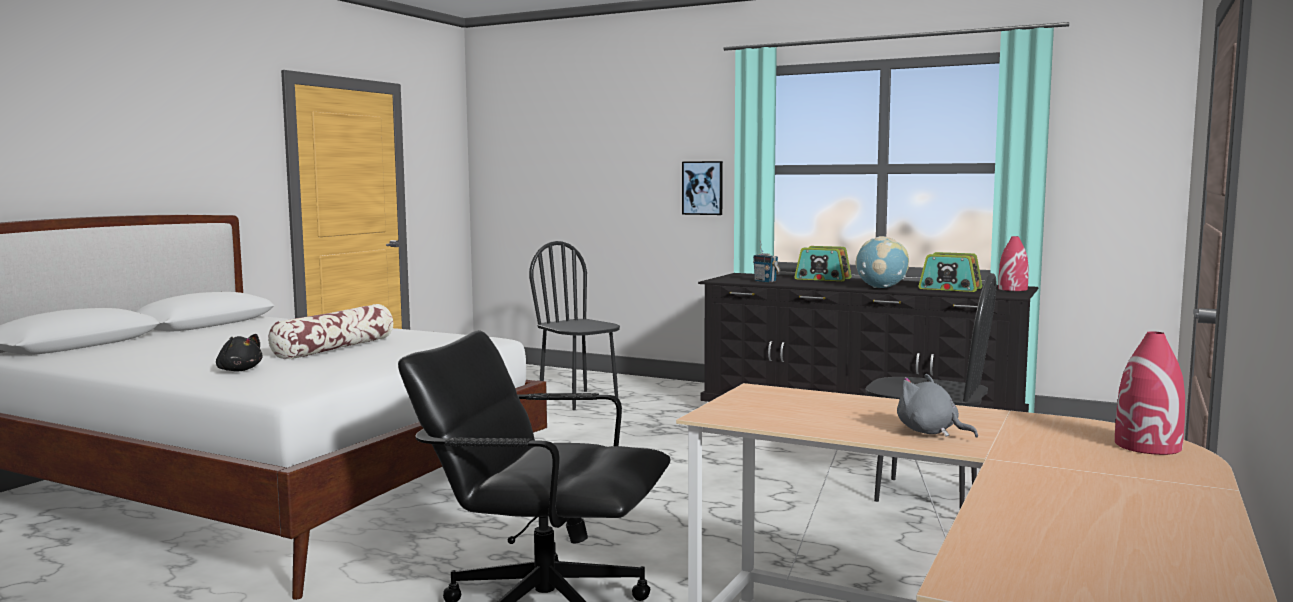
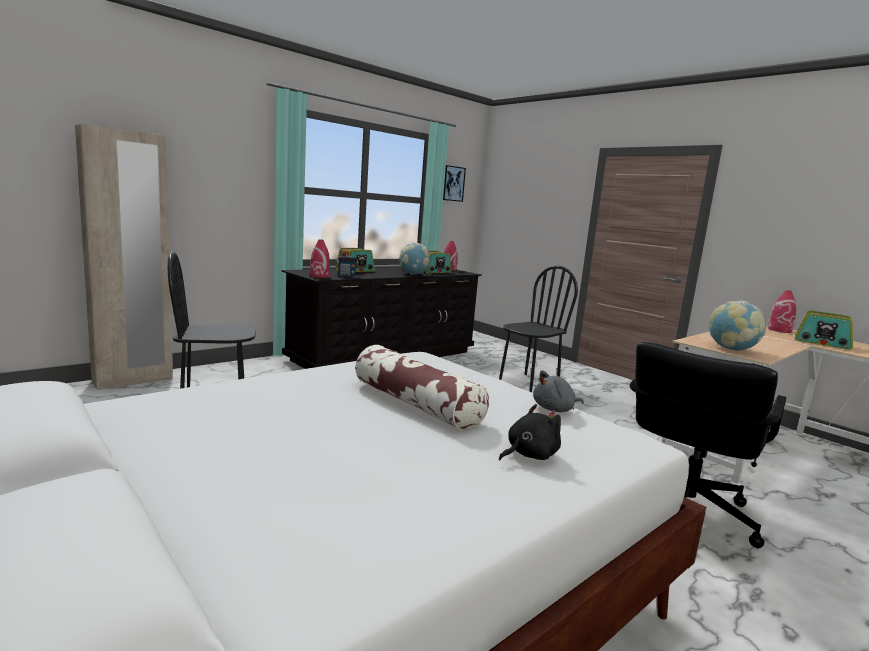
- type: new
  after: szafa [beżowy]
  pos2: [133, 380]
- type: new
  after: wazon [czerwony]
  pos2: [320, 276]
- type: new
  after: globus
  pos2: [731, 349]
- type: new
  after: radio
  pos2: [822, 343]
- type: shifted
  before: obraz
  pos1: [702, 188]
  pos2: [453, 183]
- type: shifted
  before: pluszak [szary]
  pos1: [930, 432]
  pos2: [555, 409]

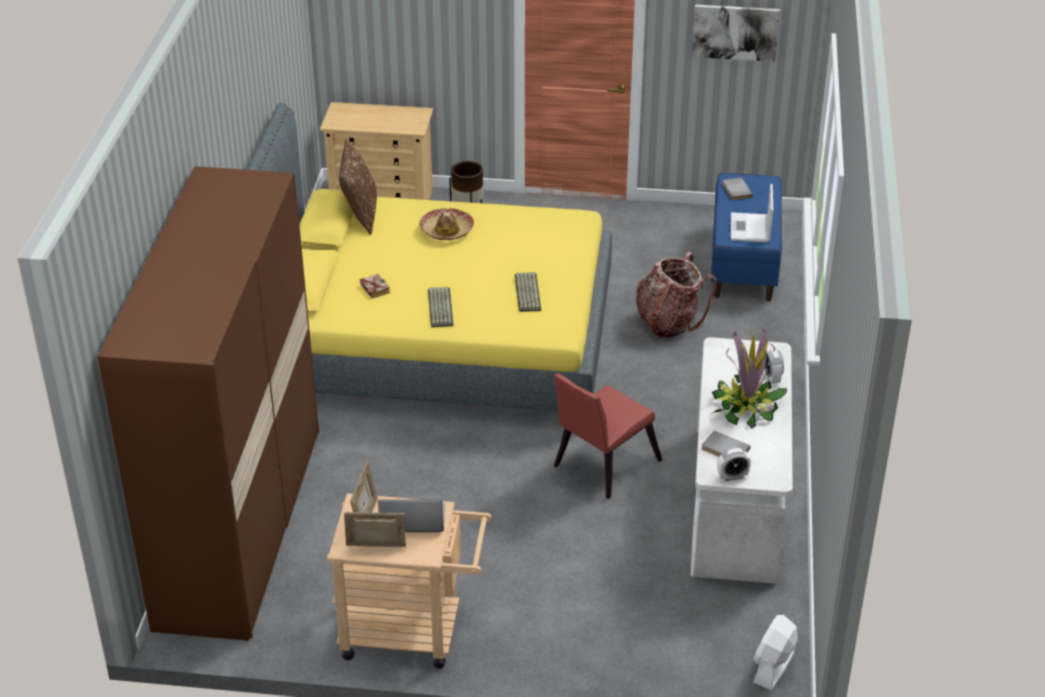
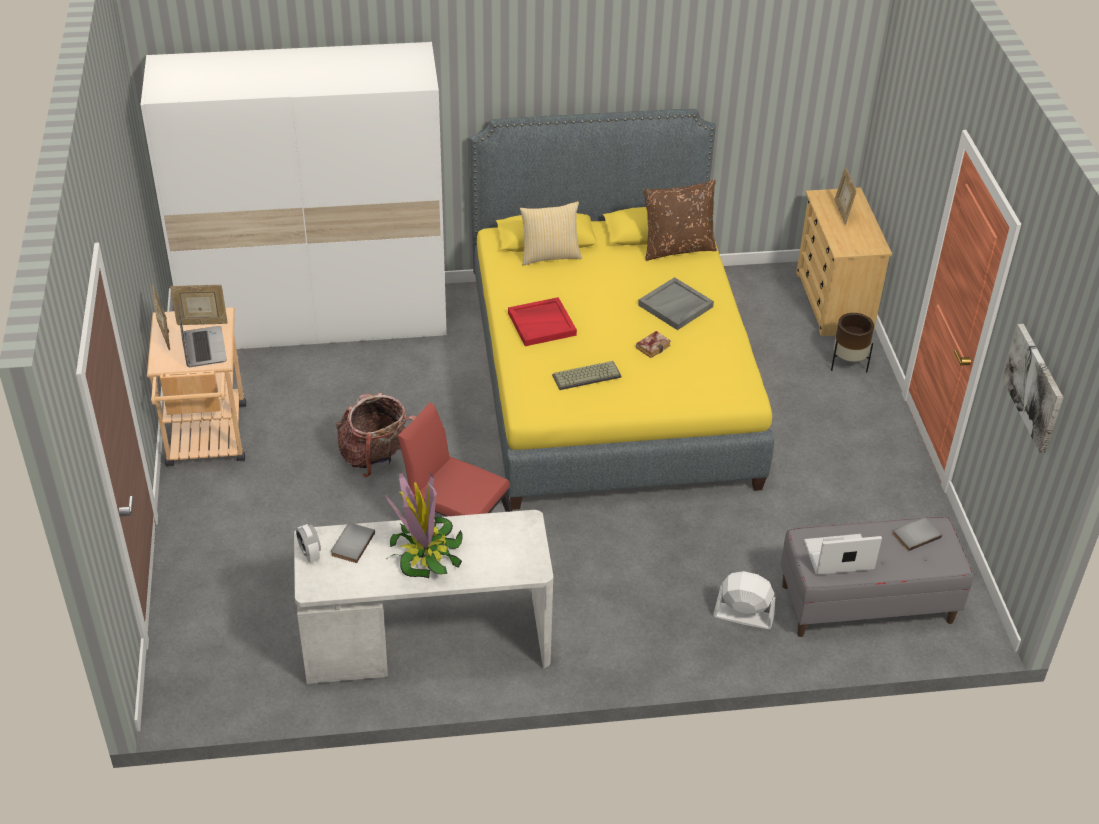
- type: gone
  before: budzik
  pos1: [772, 377]
- type: new
  after: poduszka
  pos2: [550, 255]
- type: new
  after: ramka na zdjęcie
  pos2: [842, 212]
- type: shifted
  before: książka
  pos1: [373, 288]
  pos2: [653, 346]
- type: shifted
  before: plecak
  pos1: [669, 322]
  pos2: [377, 458]
- type: shifted
  before: wentylator [biały]
  pos1: [773, 666]
  pos2: [743, 615]
- type: swapped
  before: kapelusz
  after: taca [szary]
  pos1: [446, 230]
  pos2: [675, 306]
- type: swapped
  before: klawiatura
  after: taca [czerwony]
  pos1: [439, 307]
  pos2: [542, 323]
- type: repainted
  before: szafa [brązowy]
  after: szafa [biały]
  pos1: [240, 526]
  pos2: [317, 319]
- type: repainted
  before: ławka [niebieski]
  after: ławka [szary]
  pos1: [744, 262]
  pos2: [866, 604]

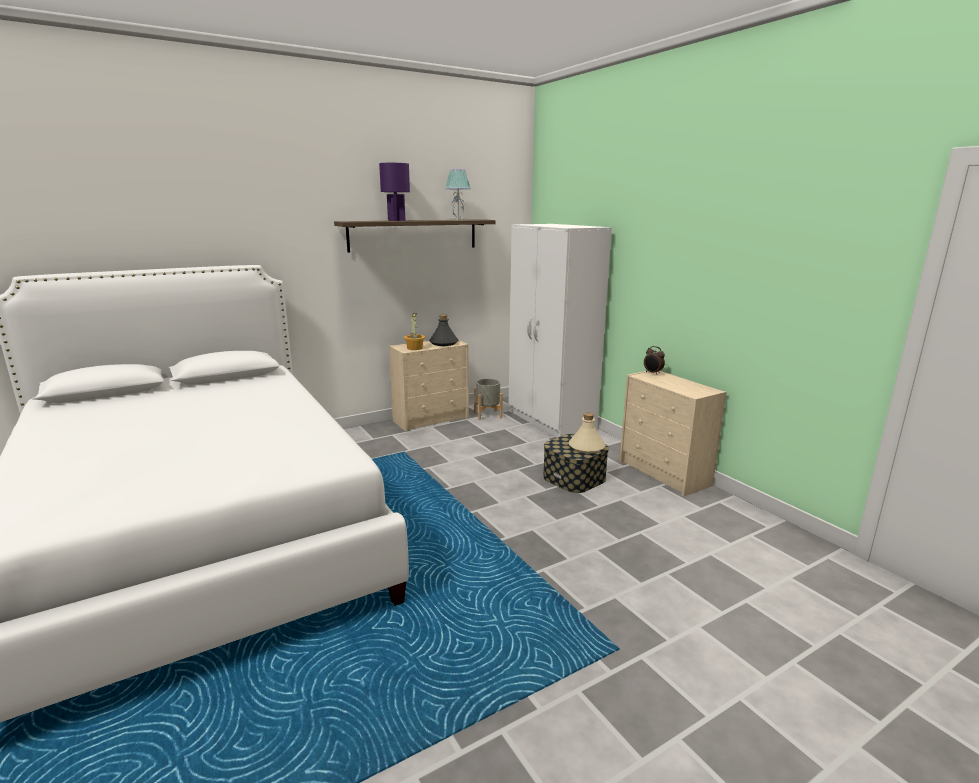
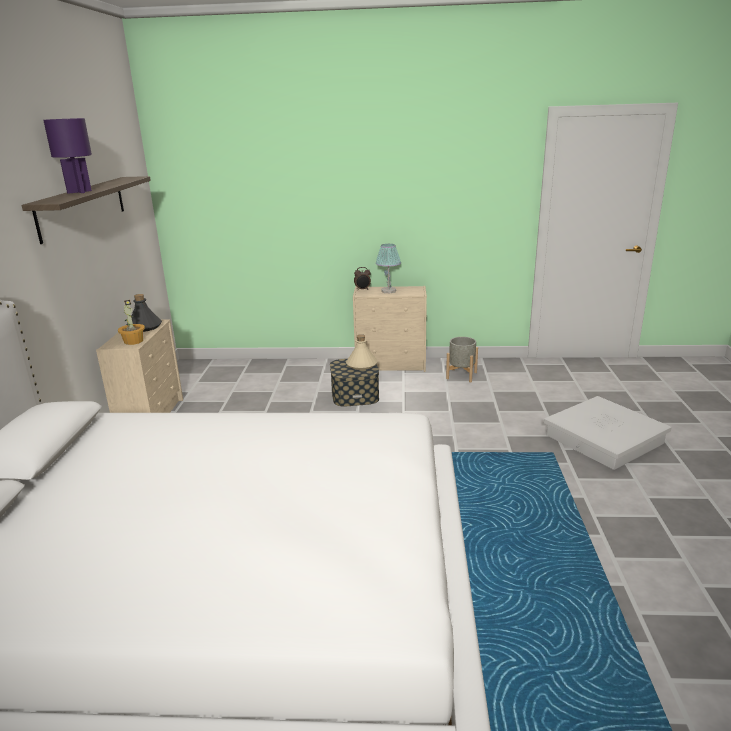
- type: gone
  before: szafa [biały]
  pos1: [551, 421]
- type: new
  after: pojemnik do przechowywania [biały]
  pos2: [604, 439]
- type: shifted
  before: lampa stołowa
  pos1: [458, 220]
  pos2: [389, 291]
- type: shifted
  before: donica [szary]
  pos1: [487, 415]
  pos2: [461, 375]

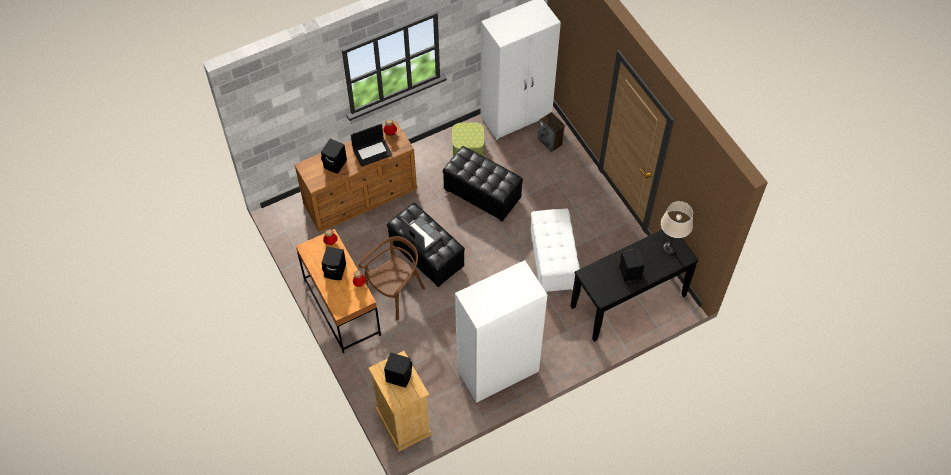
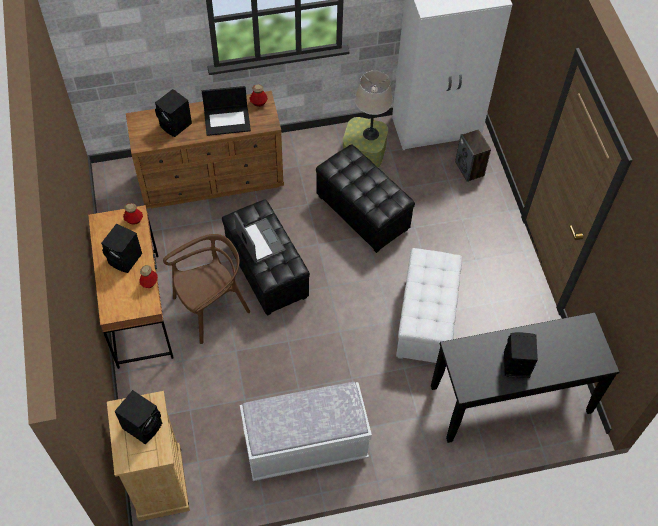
- type: shifted
  before: lampa stołowa [beżowy]
  pos1: [670, 247]
  pos2: [371, 134]
- type: swapped
  before: szafa [biały]
  after: ławka [biały]
  pos1: [497, 370]
  pos2: [305, 446]

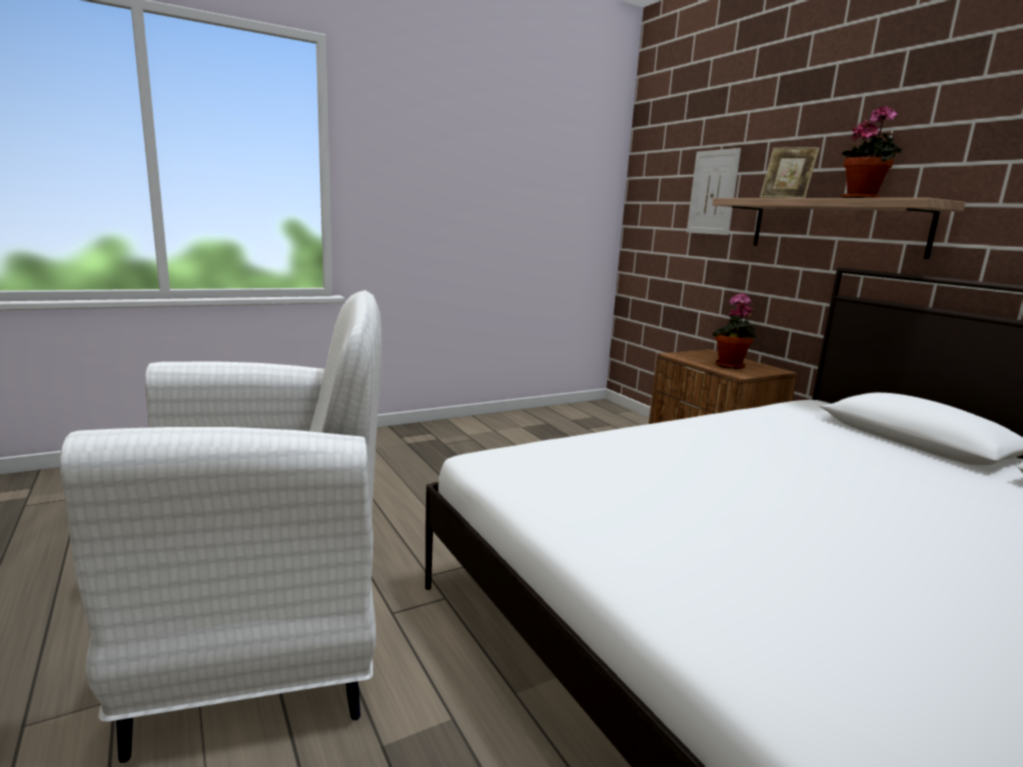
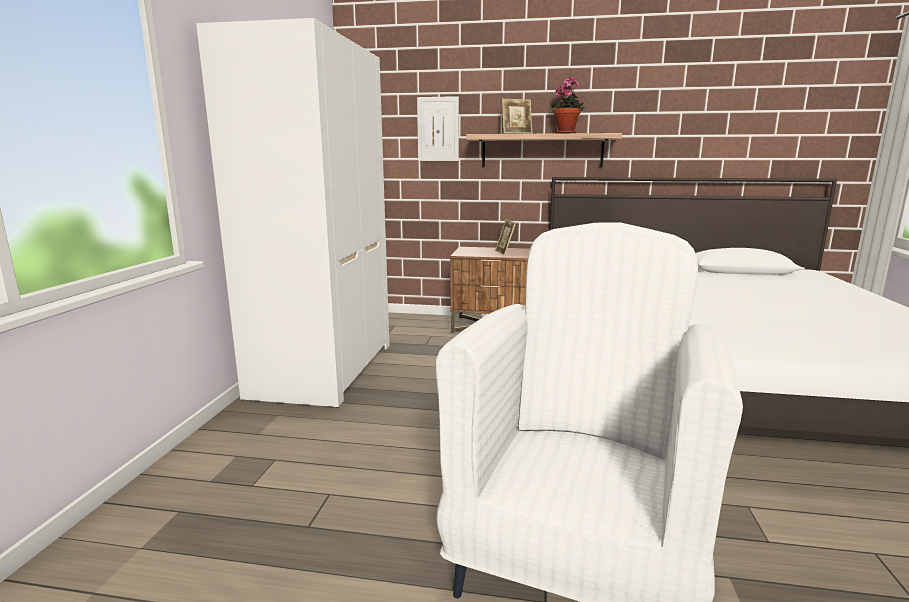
- type: new
  after: szafa [biały]
  pos2: [323, 369]
- type: swapped
  before: roślina doniczkowa
  after: ramka na zdjęcie
  pos1: [730, 366]
  pos2: [504, 253]

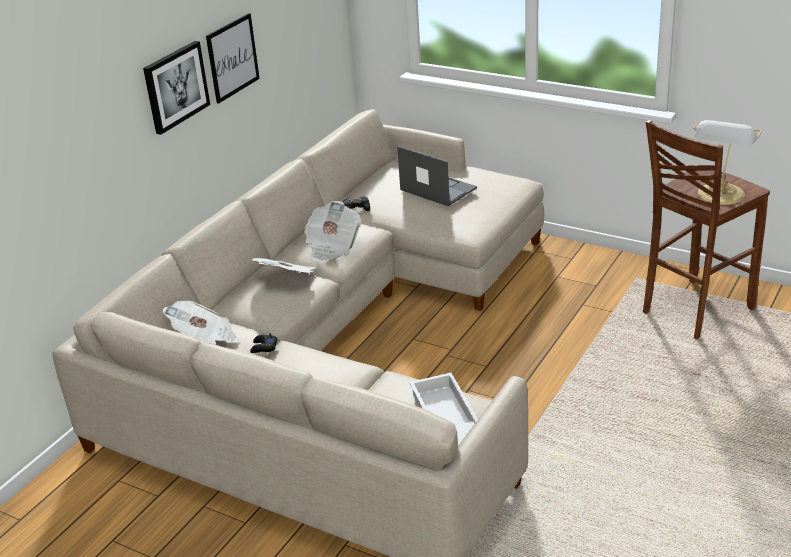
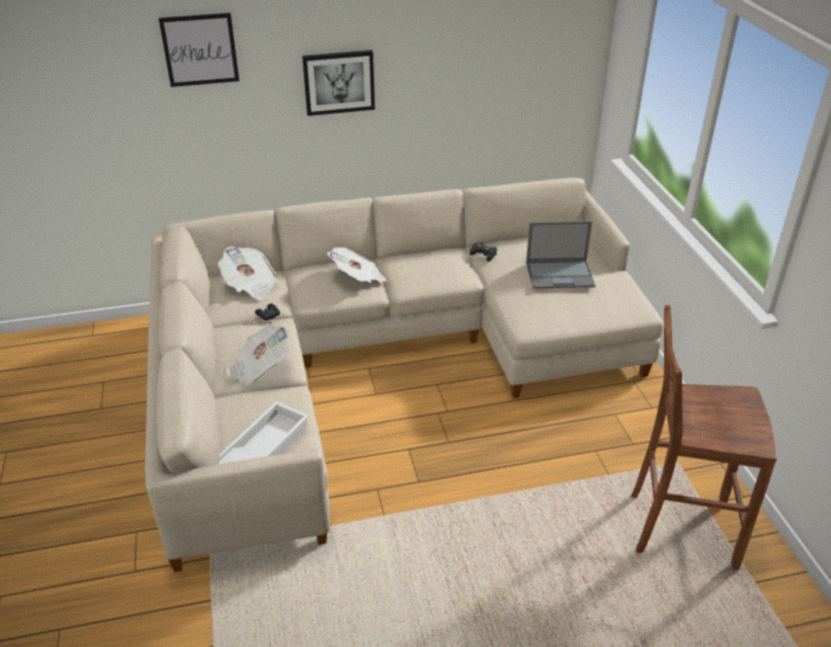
- type: gone
  before: lampa stołowa
  pos1: [720, 195]
- type: shifted
  before: obraz
  pos1: [232, 57]
  pos2: [200, 50]
- type: shifted
  before: gazeta
  pos1: [332, 246]
  pos2: [259, 368]
- type: rotated
  before: laptop
  pos1: [437, 189]
  pos2: [560, 274]
  turn: 90

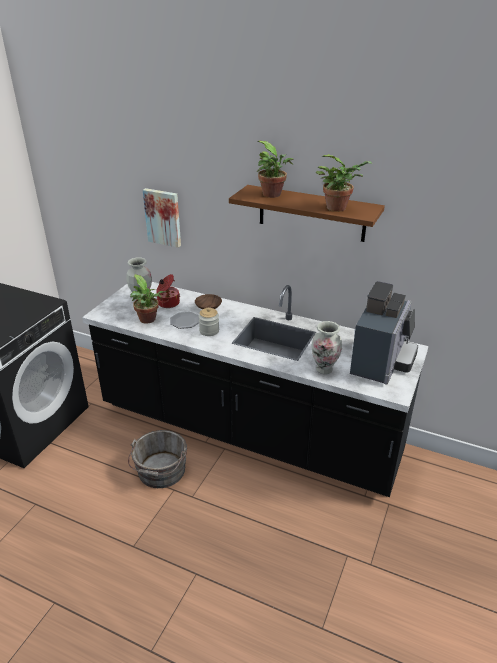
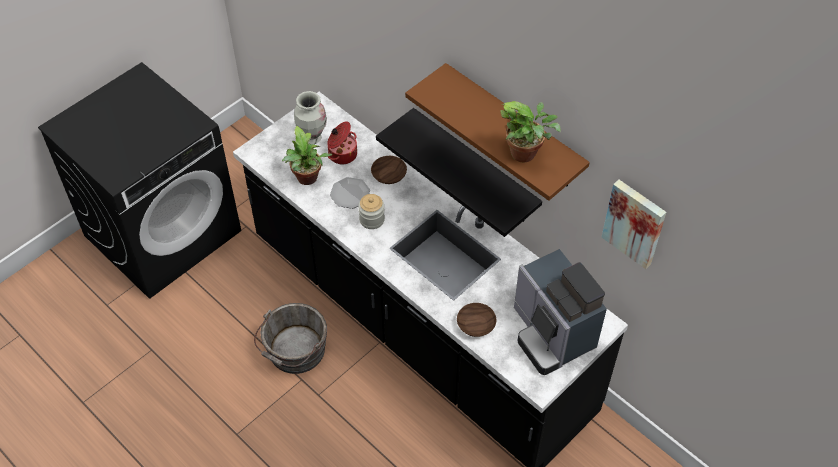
- type: gone
  before: roślina doniczkowa
  pos1: [273, 195]
- type: new
  after: półka [czarny]
  pos2: [474, 168]
- type: shifted
  before: obraz
  pos1: [163, 217]
  pos2: [635, 222]
- type: swapped
  before: wazon
  after: miska [brązowy]
  pos1: [324, 370]
  pos2: [477, 324]
- type: rotated
  before: ekspres do kawy
  pos1: [381, 362]
  pos2: [551, 334]
  turn: 105

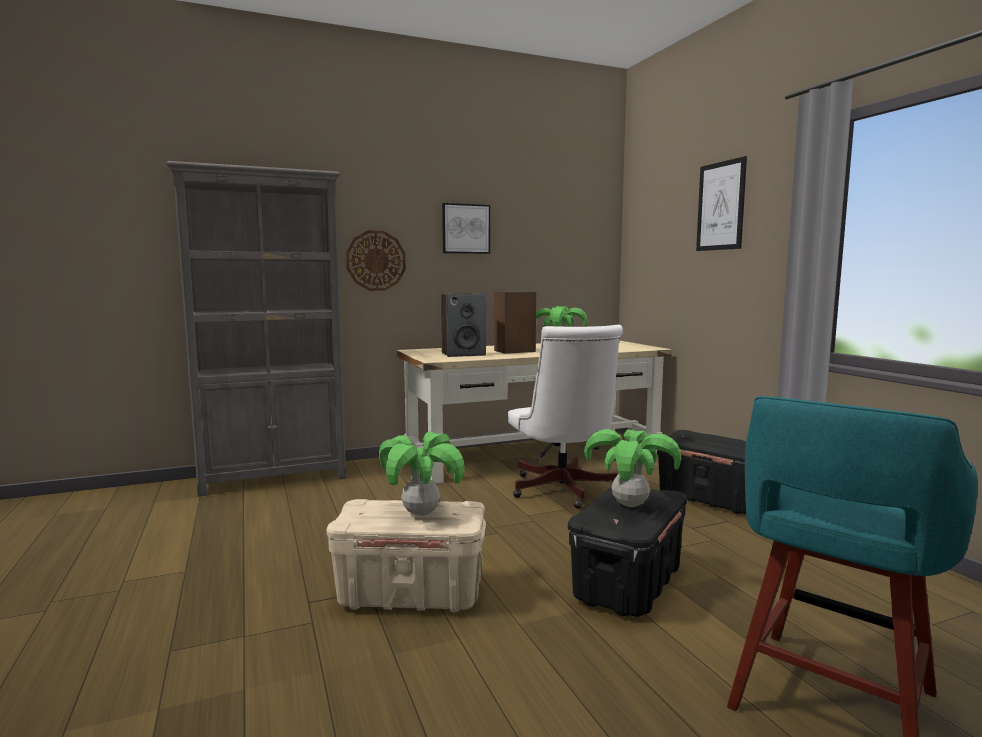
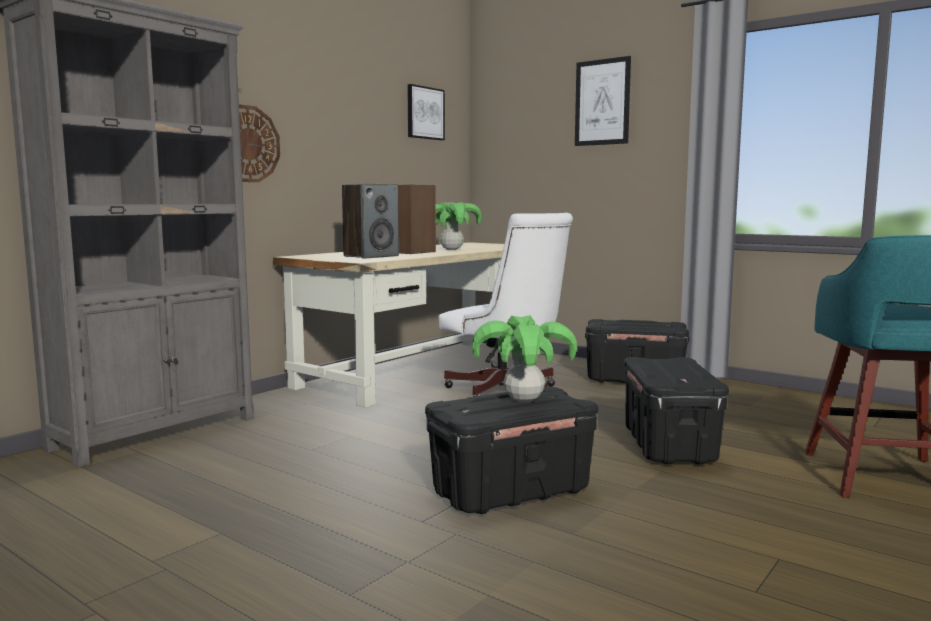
- type: gone
  before: roślina doniczkowa
  pos1: [630, 504]
- type: shifted
  before: obraz
  pos1: [465, 229]
  pos2: [424, 113]
- type: repainted
  before: pojemnik do przechowywania [beżowy]
  after: pojemnik do przechowywania [czarny]
  pos1: [411, 594]
  pos2: [511, 492]

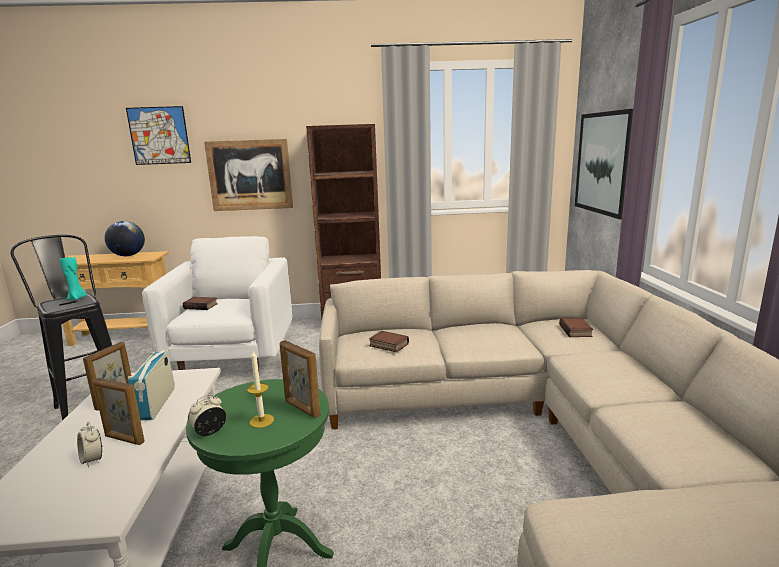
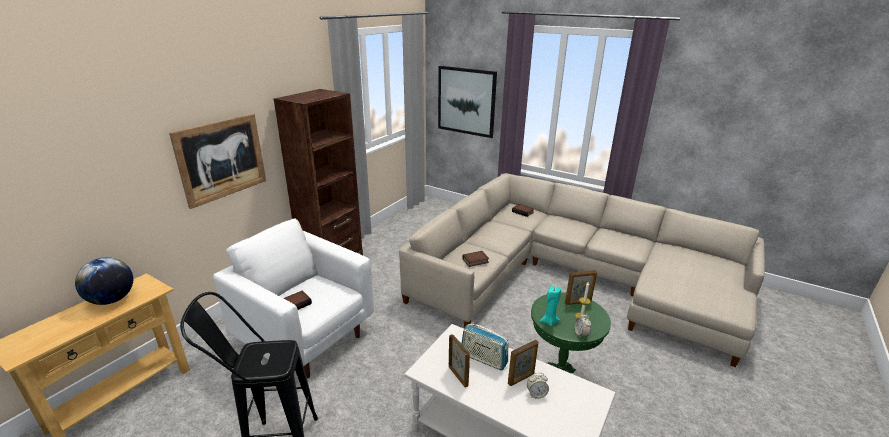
- type: gone
  before: obraz
  pos1: [159, 135]
- type: shifted
  before: świeca [turkusowy]
  pos1: [77, 298]
  pos2: [549, 321]

